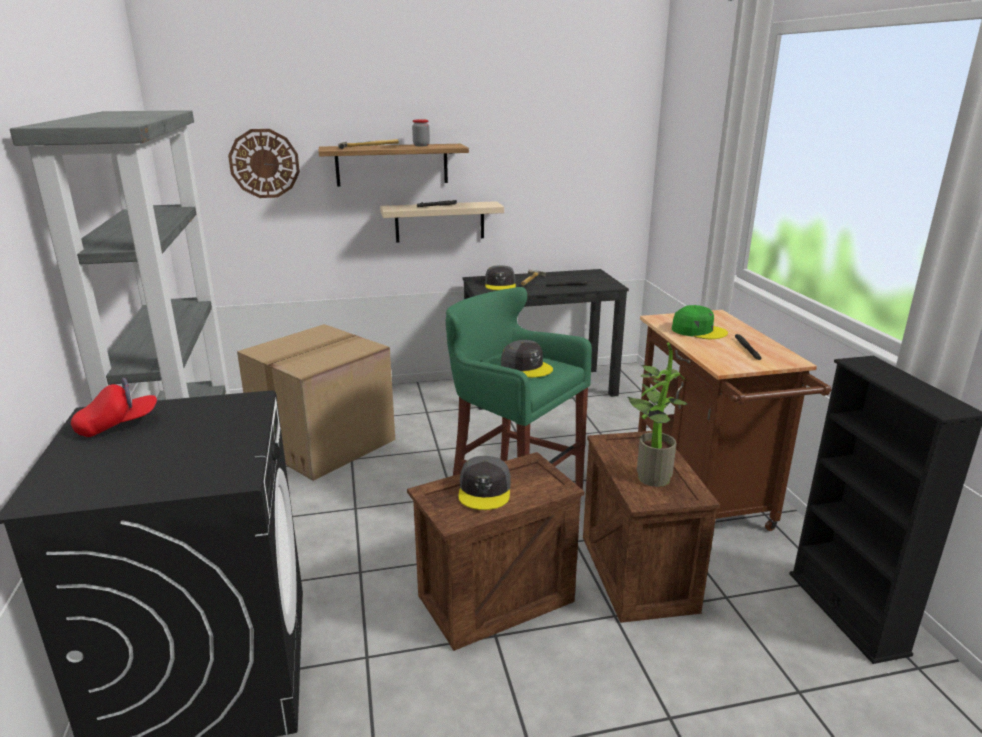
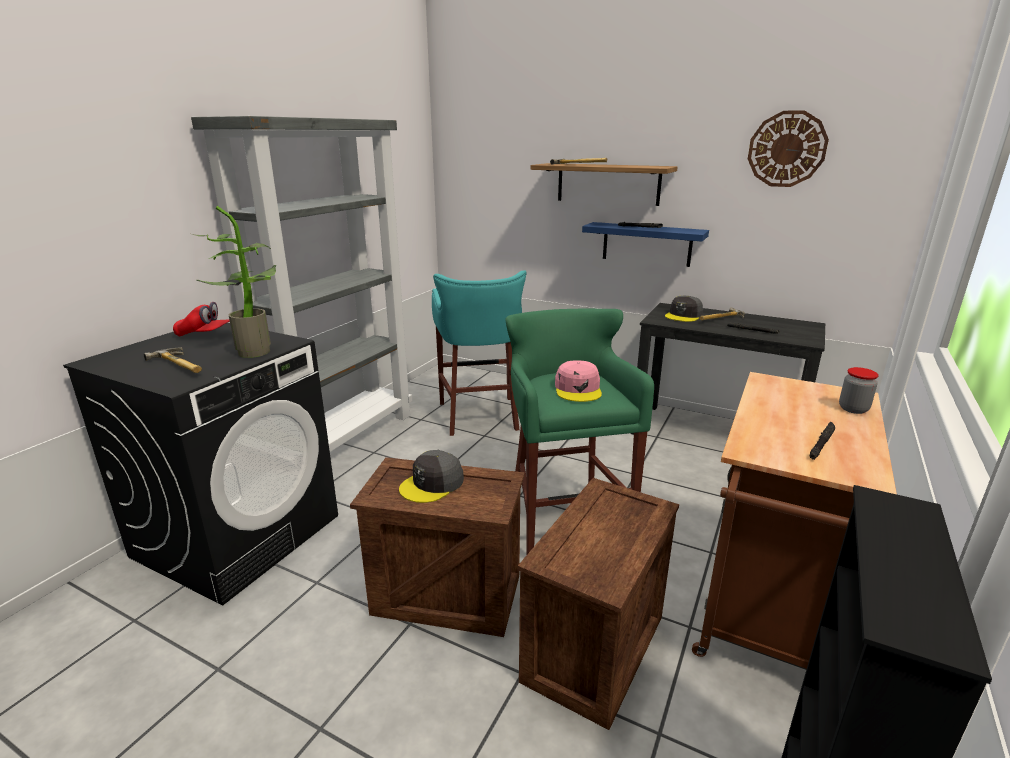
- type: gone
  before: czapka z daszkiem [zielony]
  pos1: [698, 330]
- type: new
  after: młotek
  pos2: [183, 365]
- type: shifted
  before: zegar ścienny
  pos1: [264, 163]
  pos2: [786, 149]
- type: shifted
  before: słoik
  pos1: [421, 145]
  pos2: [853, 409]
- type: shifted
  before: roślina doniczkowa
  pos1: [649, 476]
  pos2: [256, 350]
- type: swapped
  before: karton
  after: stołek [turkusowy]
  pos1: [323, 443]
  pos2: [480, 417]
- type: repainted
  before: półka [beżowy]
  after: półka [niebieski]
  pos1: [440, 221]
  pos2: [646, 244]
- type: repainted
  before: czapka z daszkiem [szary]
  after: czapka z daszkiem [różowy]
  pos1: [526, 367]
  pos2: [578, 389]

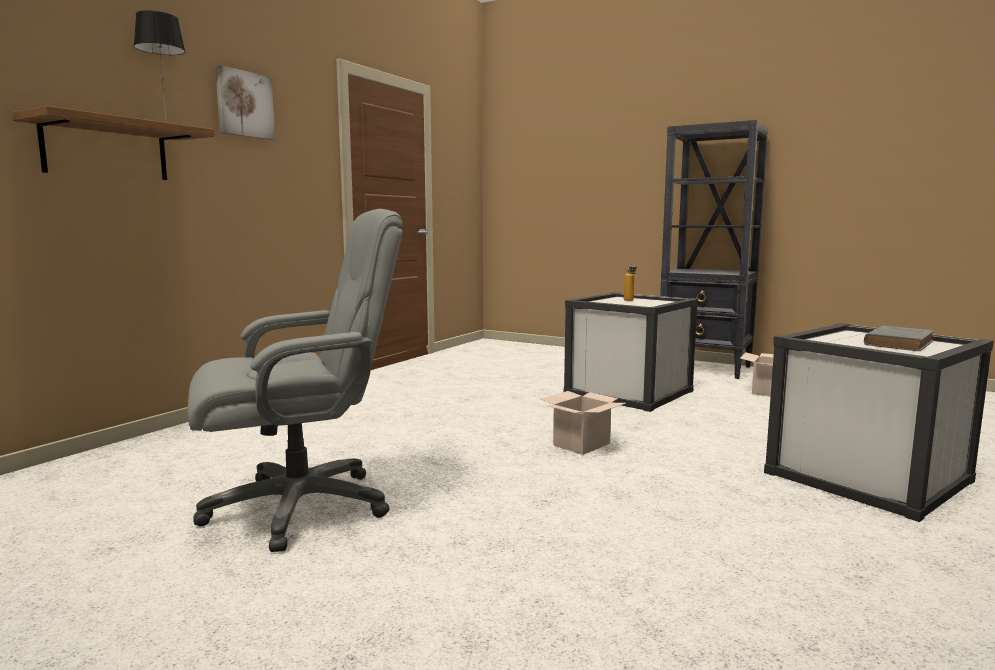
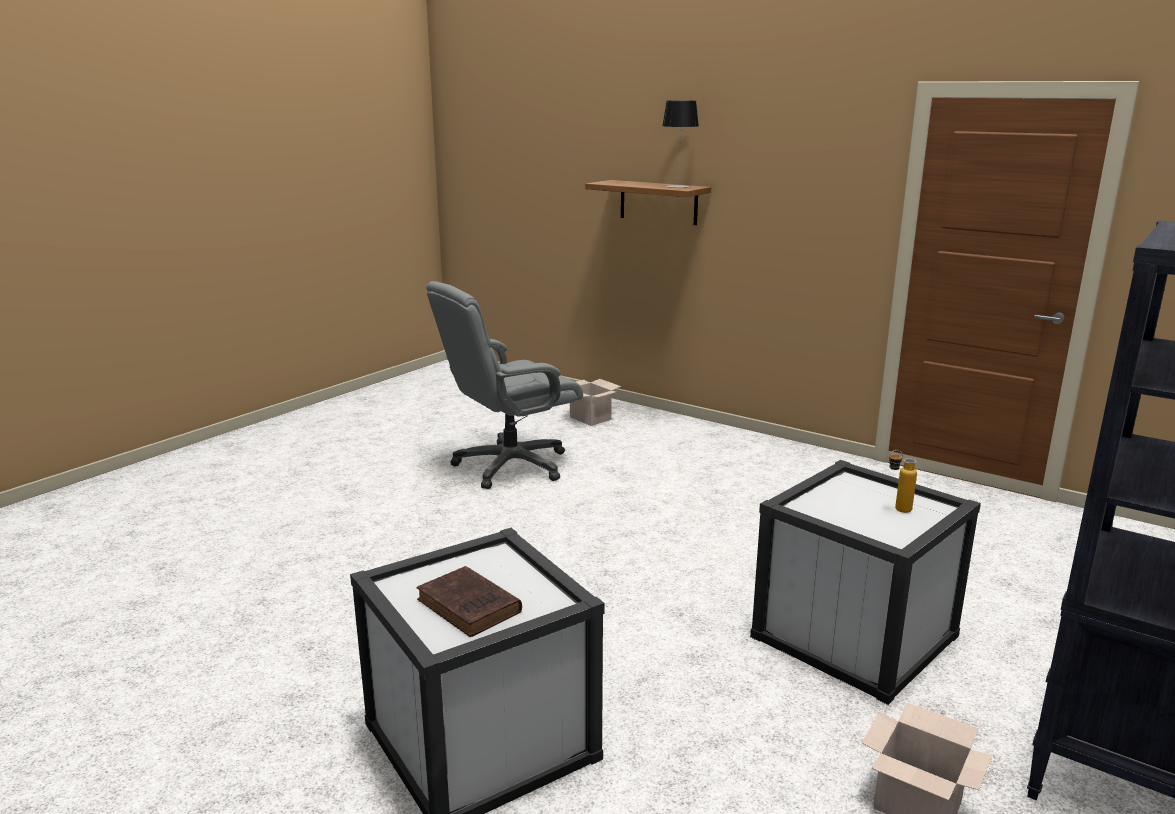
- type: gone
  before: obraz
  pos1: [244, 104]
- type: shifted
  before: karton
  pos1: [581, 444]
  pos2: [591, 418]
- type: repainted
  before: książka [szary]
  after: książka [brązowy]
  pos1: [899, 343]
  pos2: [470, 607]
- type: rotated
  before: krzesło biurowe [szary]
  pos1: [301, 507]
  pos2: [510, 466]
  turn: 75

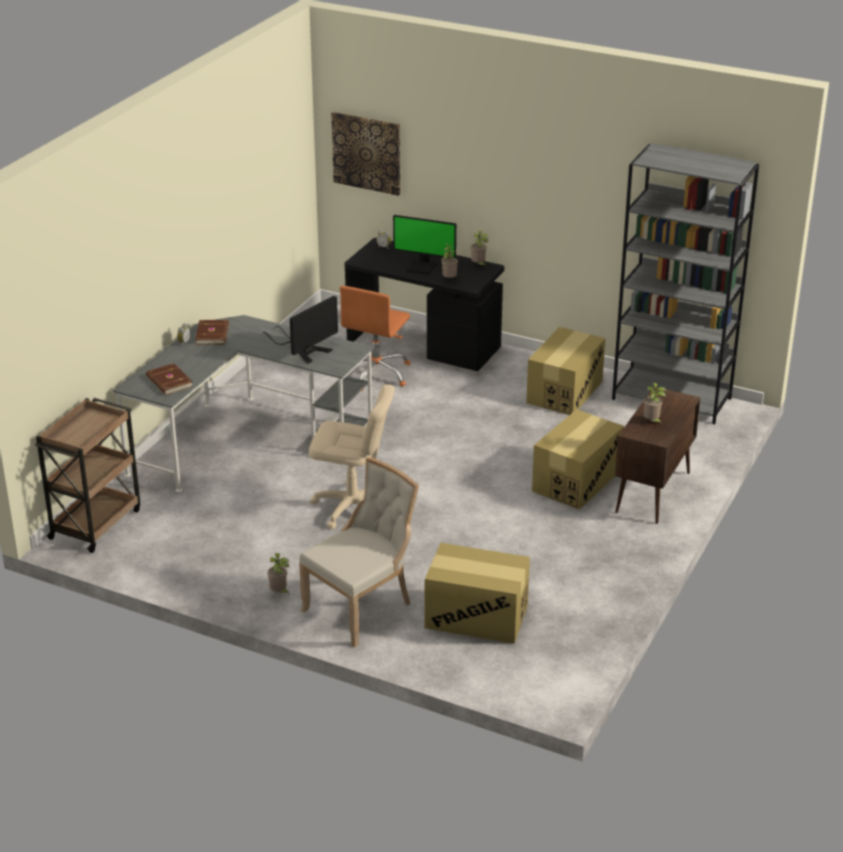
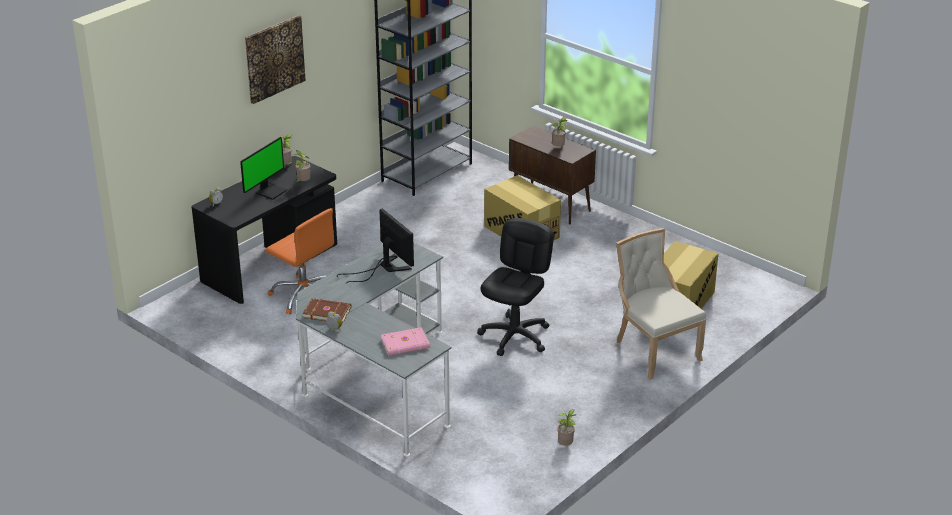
- type: gone
  before: wózek [brązowy]
  pos1: [96, 523]
- type: gone
  before: karton
  pos1: [564, 392]
- type: shifted
  before: roślina doniczkowa
  pos1: [279, 592]
  pos2: [566, 445]
- type: shifted
  before: obraz
  pos1: [367, 153]
  pos2: [274, 58]
- type: repainted
  before: książka [brązowy]
  after: książka [różowy]
  pos1: [168, 382]
  pos2: [405, 344]
- type: repainted
  before: krzesło biurowe [beżowy]
  after: krzesło biurowe [czarny]
  pos1: [353, 508]
  pos2: [515, 336]

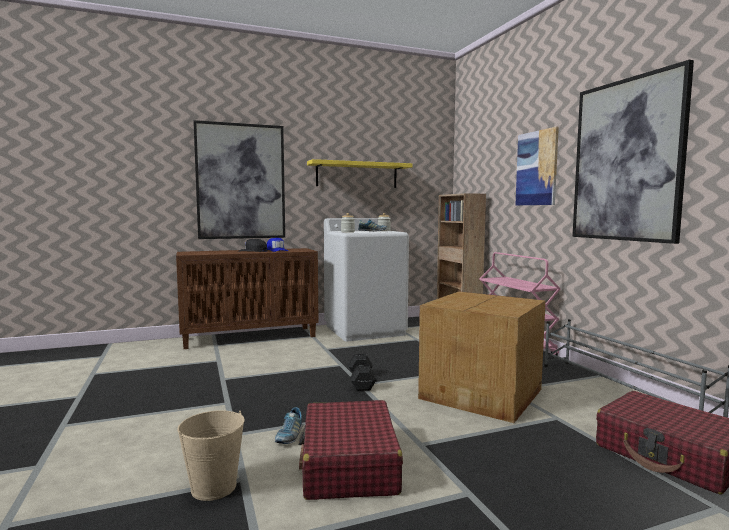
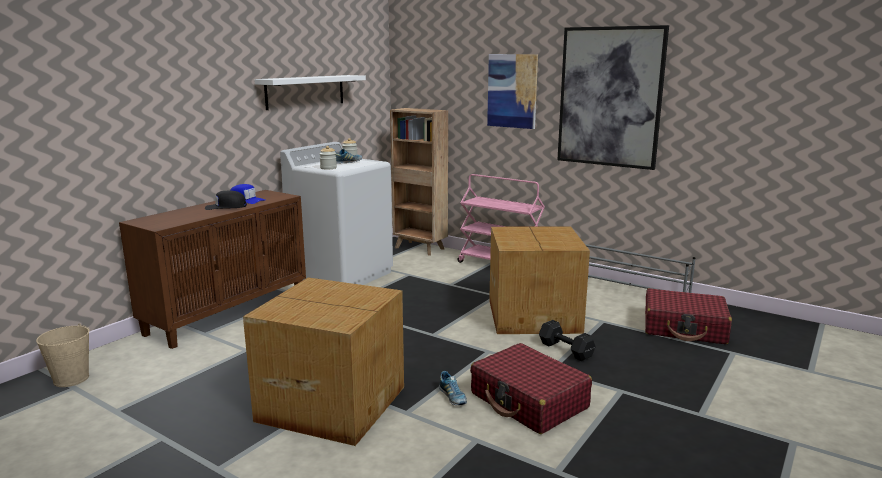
- type: gone
  before: obraz
  pos1: [241, 181]
- type: new
  after: karton
  pos2: [331, 402]
- type: shifted
  before: wiadro [beżowy]
  pos1: [213, 487]
  pos2: [71, 379]
- type: shifted
  before: hantel [czarny]
  pos1: [362, 381]
  pos2: [565, 349]
- type: repainted
  before: półka [żółty]
  after: półka [biały]
  pos1: [357, 175]
  pos2: [305, 91]

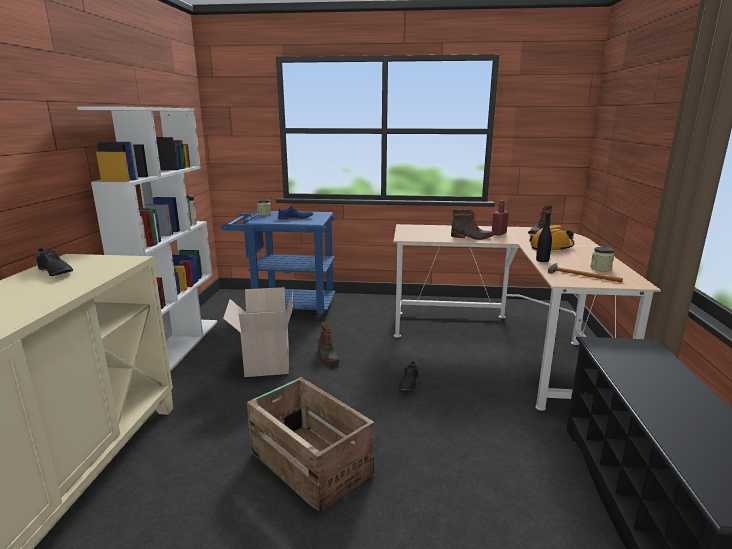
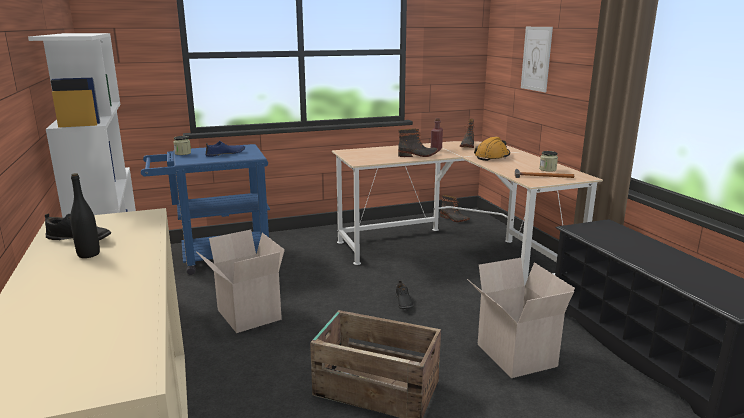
- type: new
  after: karton
  pos2: [513, 355]
- type: new
  after: obraz
  pos2: [536, 58]
- type: shifted
  before: but z cholewką
  pos1: [327, 356]
  pos2: [454, 219]
- type: shifted
  before: butelka [czarny]
  pos1: [542, 260]
  pos2: [88, 254]

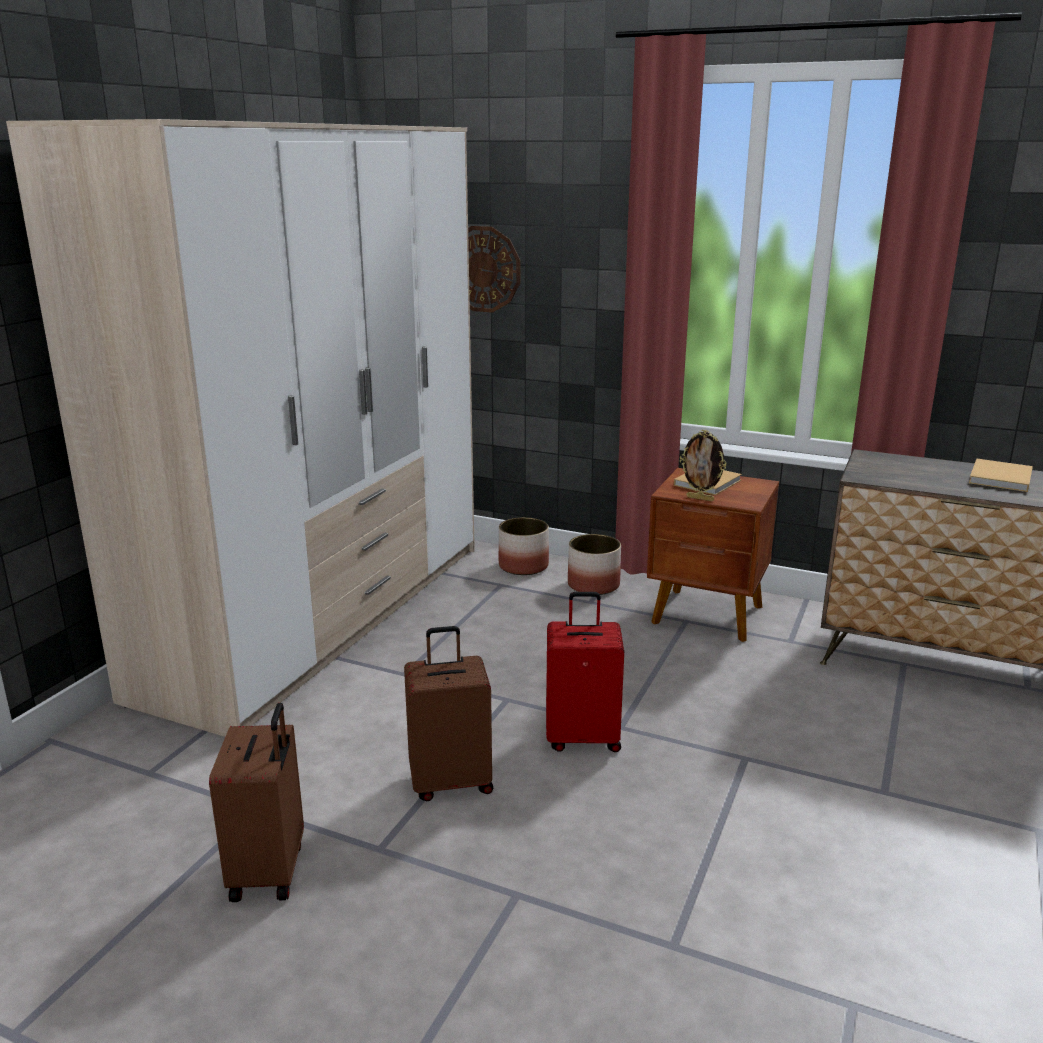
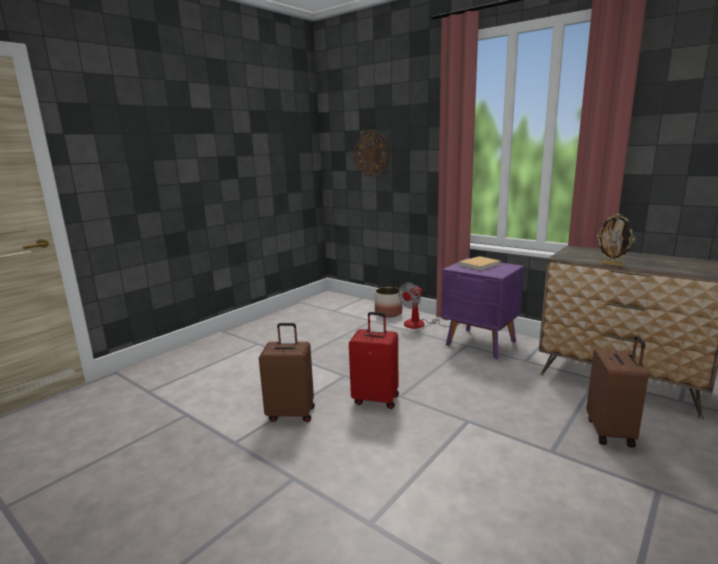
- type: gone
  before: szafa
  pos1: [324, 616]
- type: gone
  before: książka [beżowy]
  pos1: [1000, 479]
- type: shifted
  before: walizka [brązowy]
  pos1: [270, 871]
  pos2: [611, 432]
- type: shifted
  before: ramka na zdjęcie
  pos1: [700, 498]
  pos2: [612, 265]
- type: swapped
  before: donica
  after: wentylator
  pos1: [594, 585]
  pos2: [422, 324]
- type: repainted
  before: szafka nocna [brązowy]
  after: szafka nocna [fioletowy]
  pos1: [708, 616]
  pos2: [481, 344]

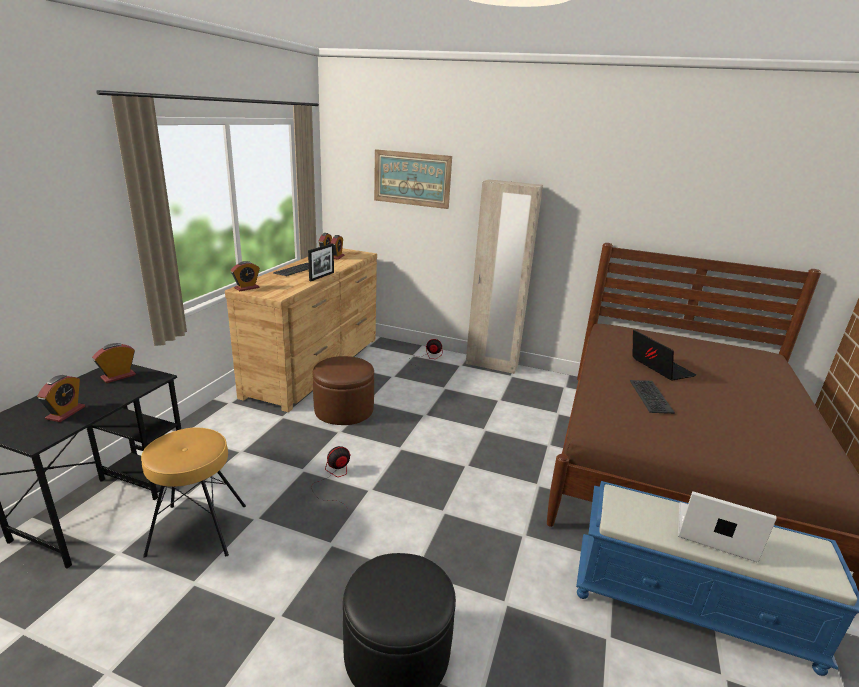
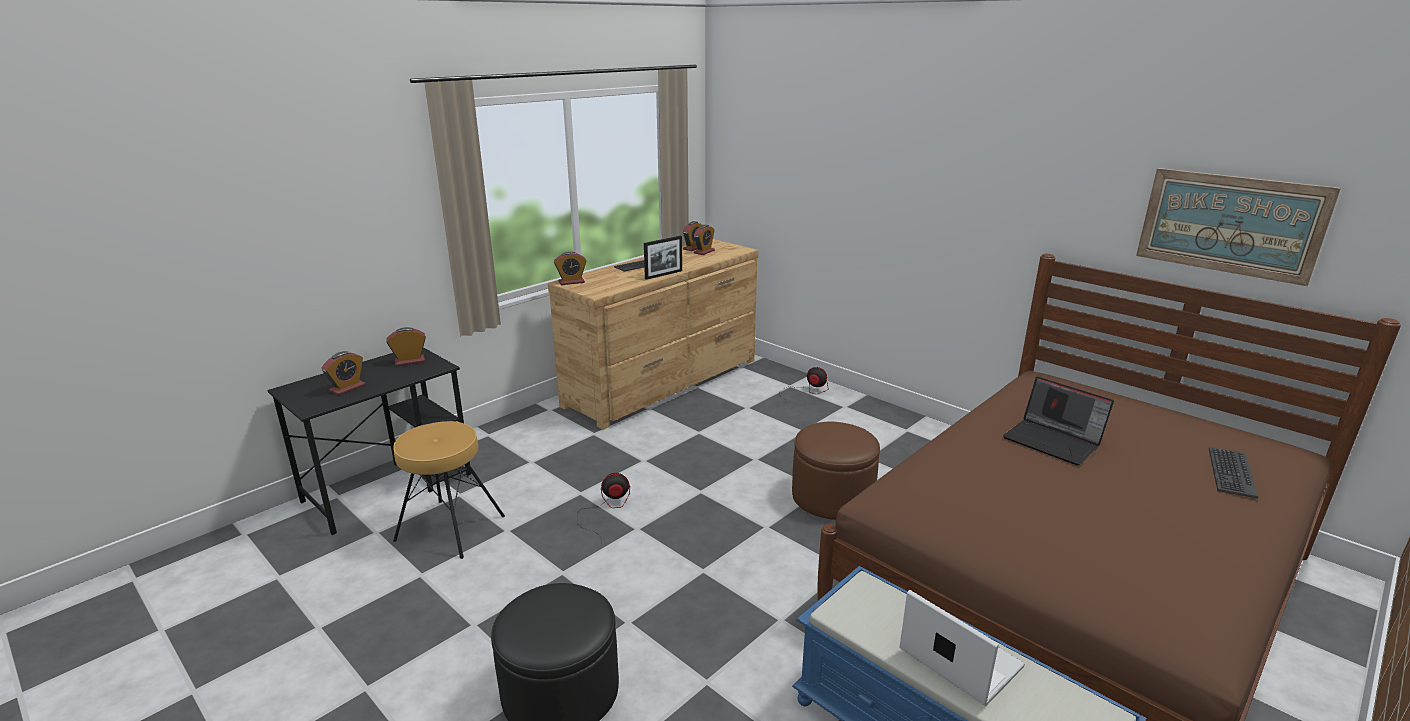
- type: gone
  before: szafa [beżowy]
  pos1: [491, 365]
- type: shifted
  before: pufa [brązowy]
  pos1: [344, 409]
  pos2: [832, 496]
- type: shifted
  before: obraz
  pos1: [412, 179]
  pos2: [1230, 224]
- type: shifted
  before: klawiatura
  pos1: [650, 396]
  pos2: [1230, 472]
- type: rotated
  before: laptop
  pos1: [658, 367]
  pos2: [1054, 441]
  turn: 135

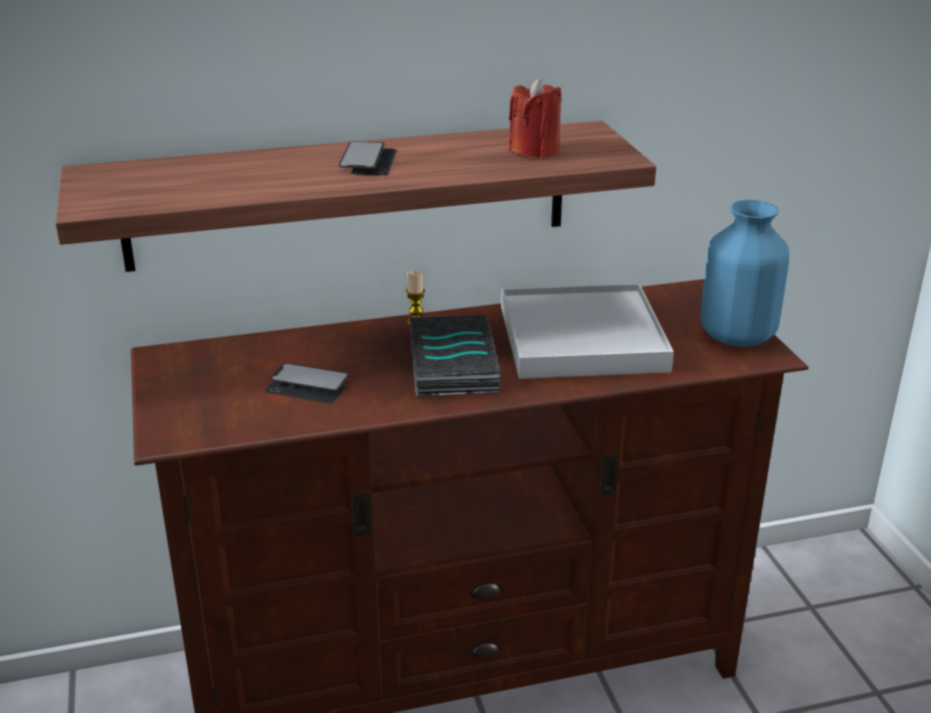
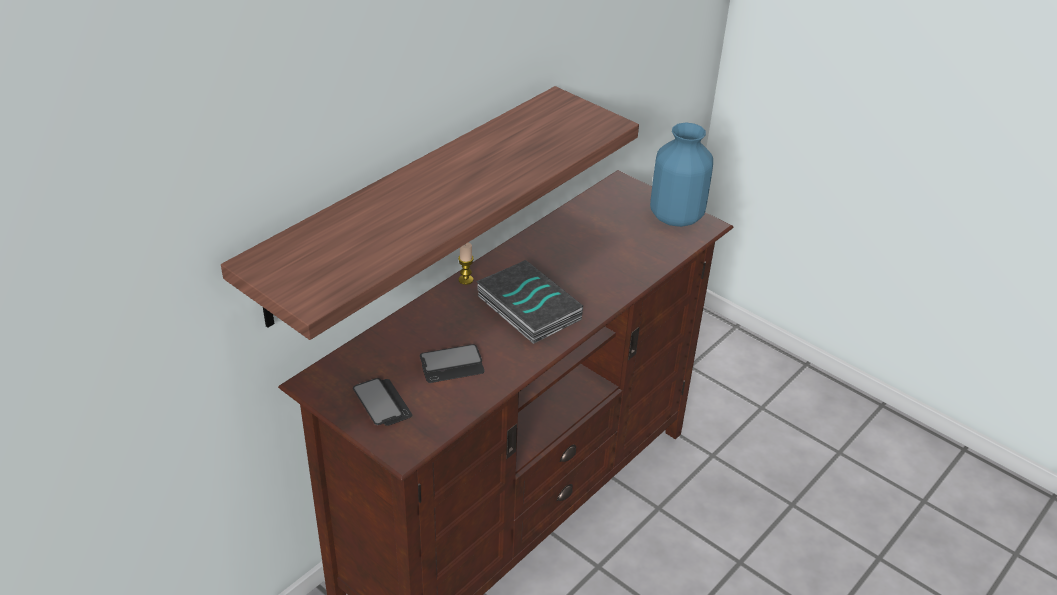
- type: gone
  before: taca [biały]
  pos1: [582, 338]
- type: gone
  before: świeca [czerwony]
  pos1: [535, 150]
- type: shifted
  before: telefon
  pos1: [368, 161]
  pos2: [382, 403]

